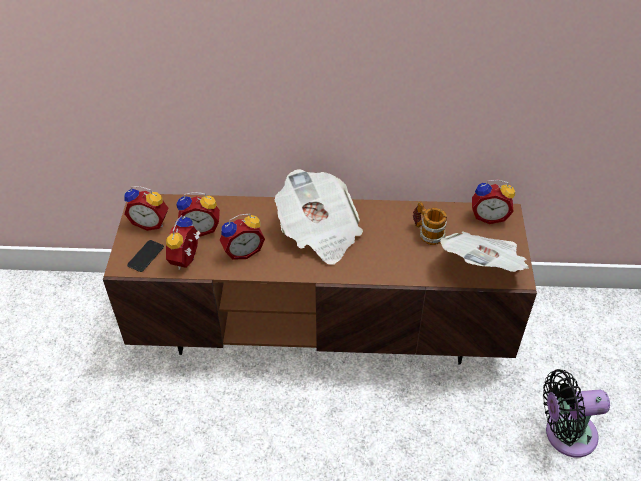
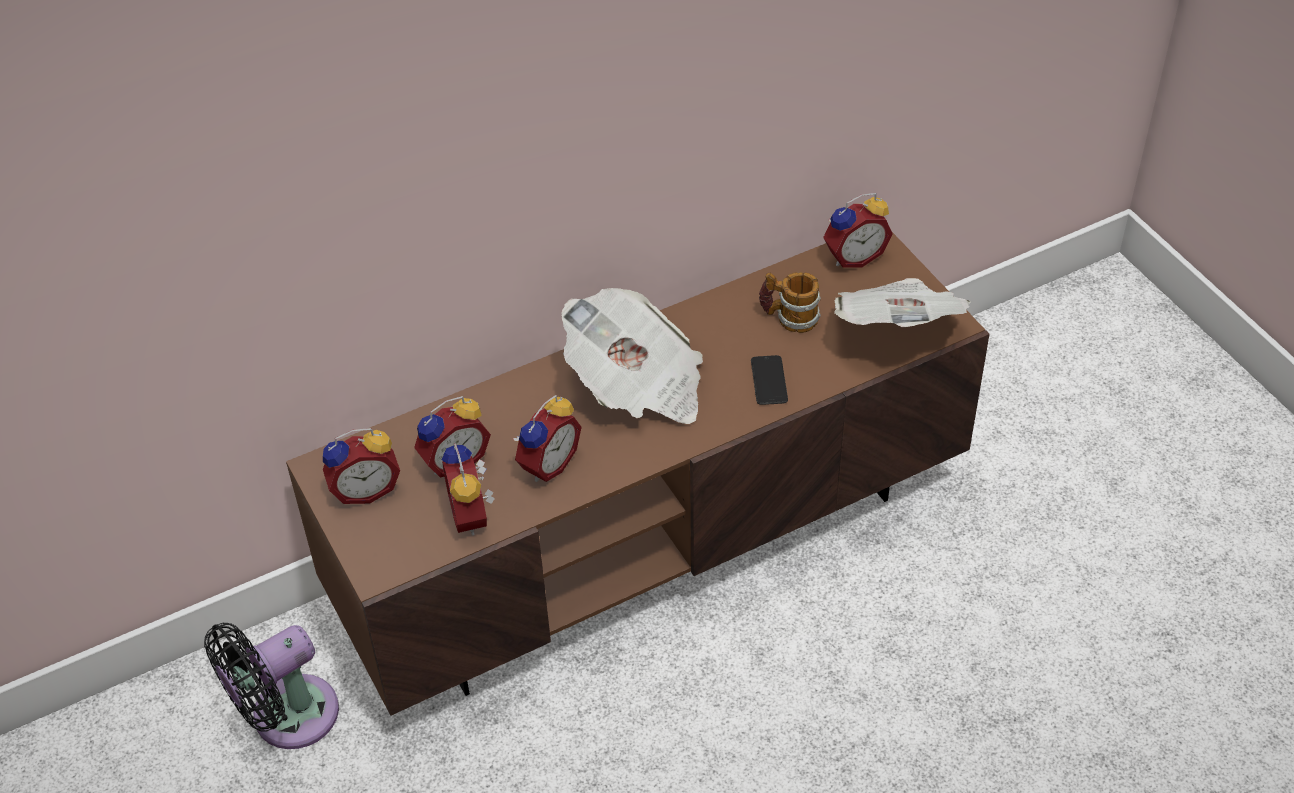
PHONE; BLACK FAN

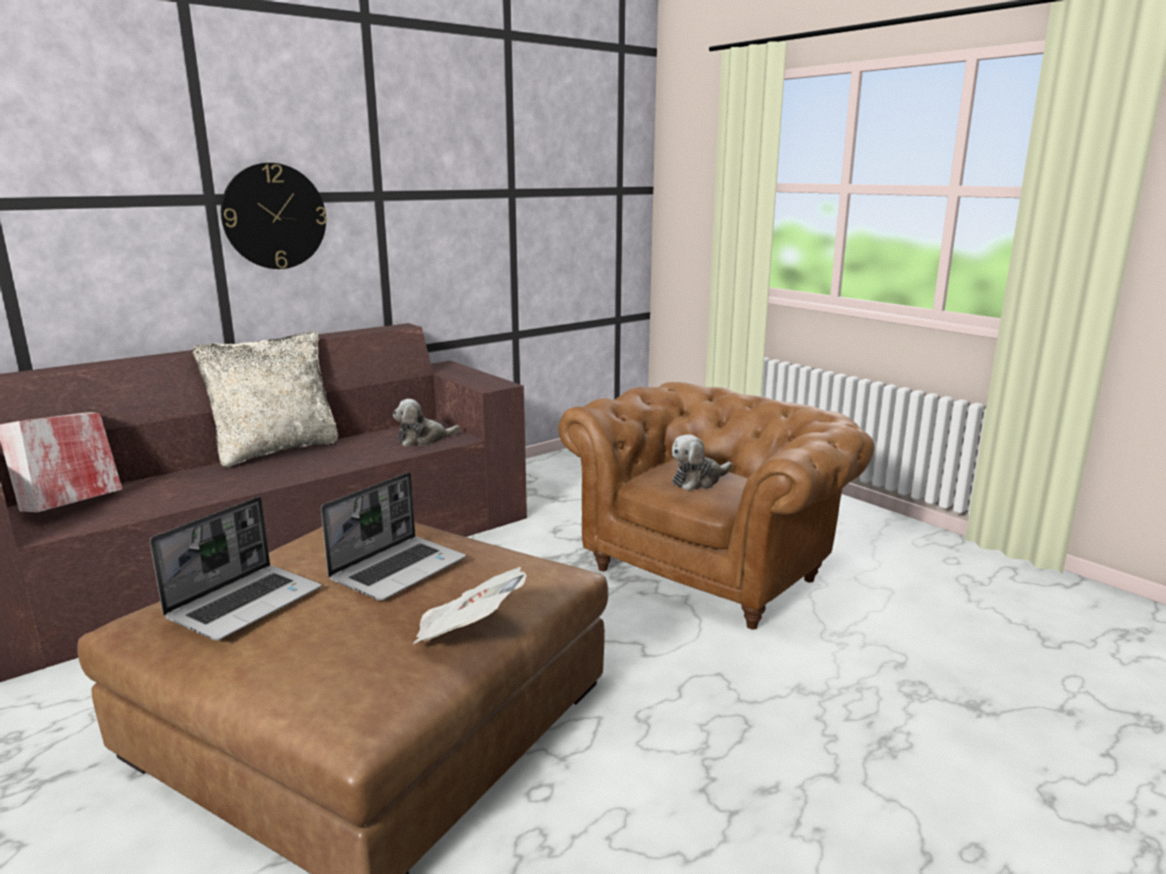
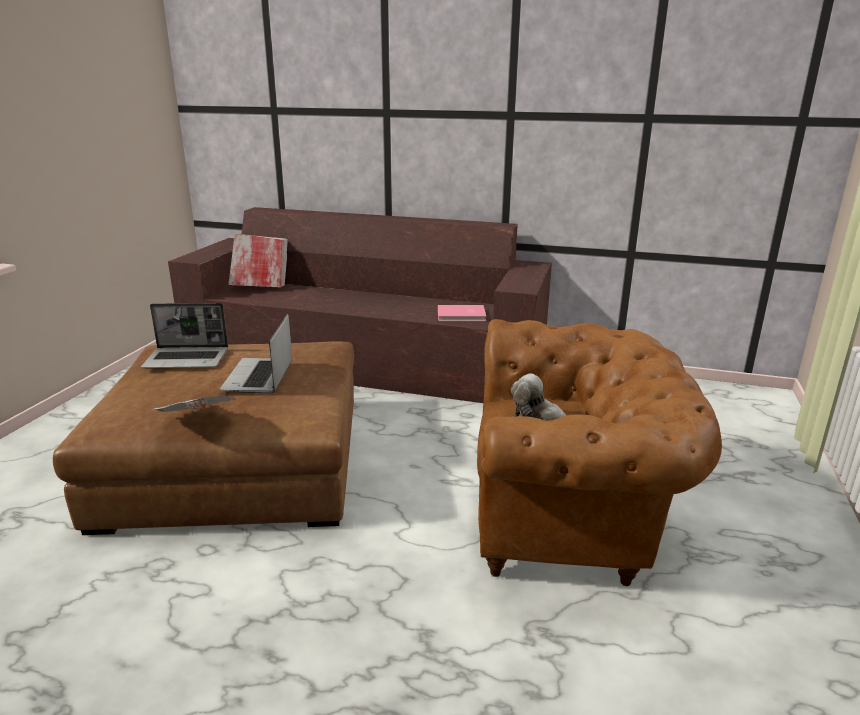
BEIGE PILLOW; WALL CLOCK; PINK BOOK; LAPTOP (2nd from left)

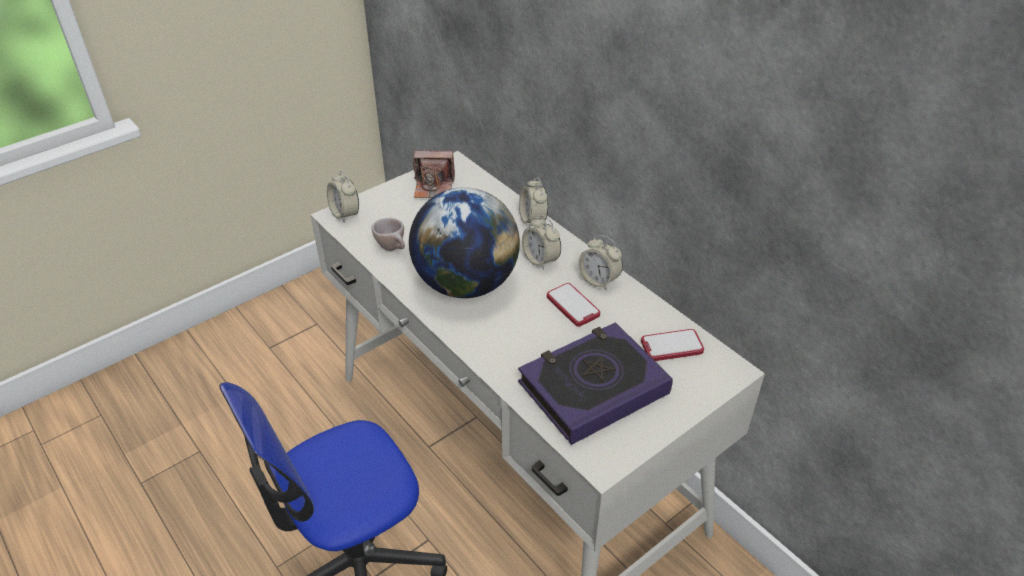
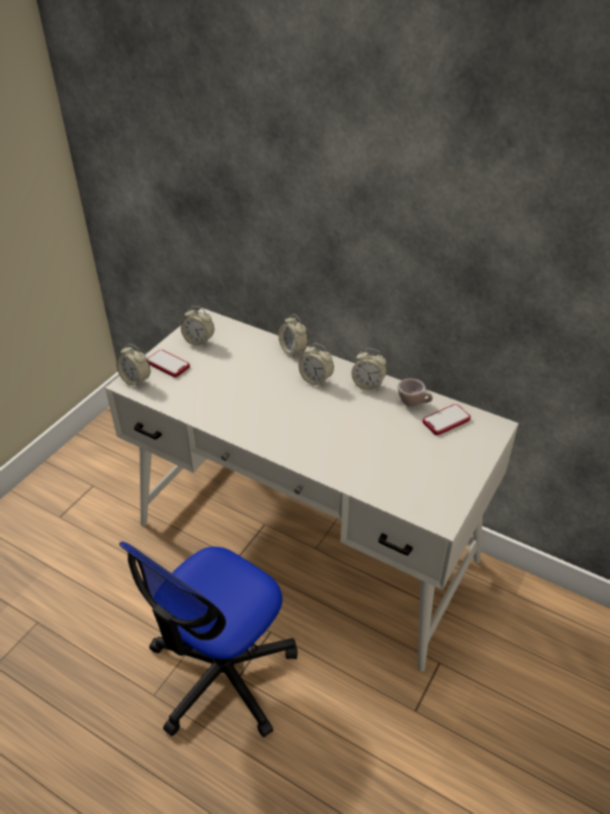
GLOBE; BOOK; BEIGE CUP; PHONE (1st from left); ALARM CLOCK (2nd from left)

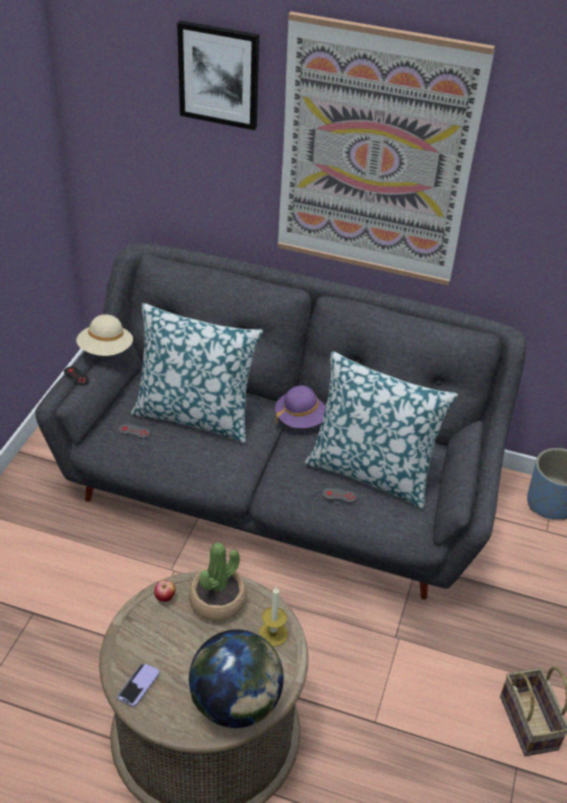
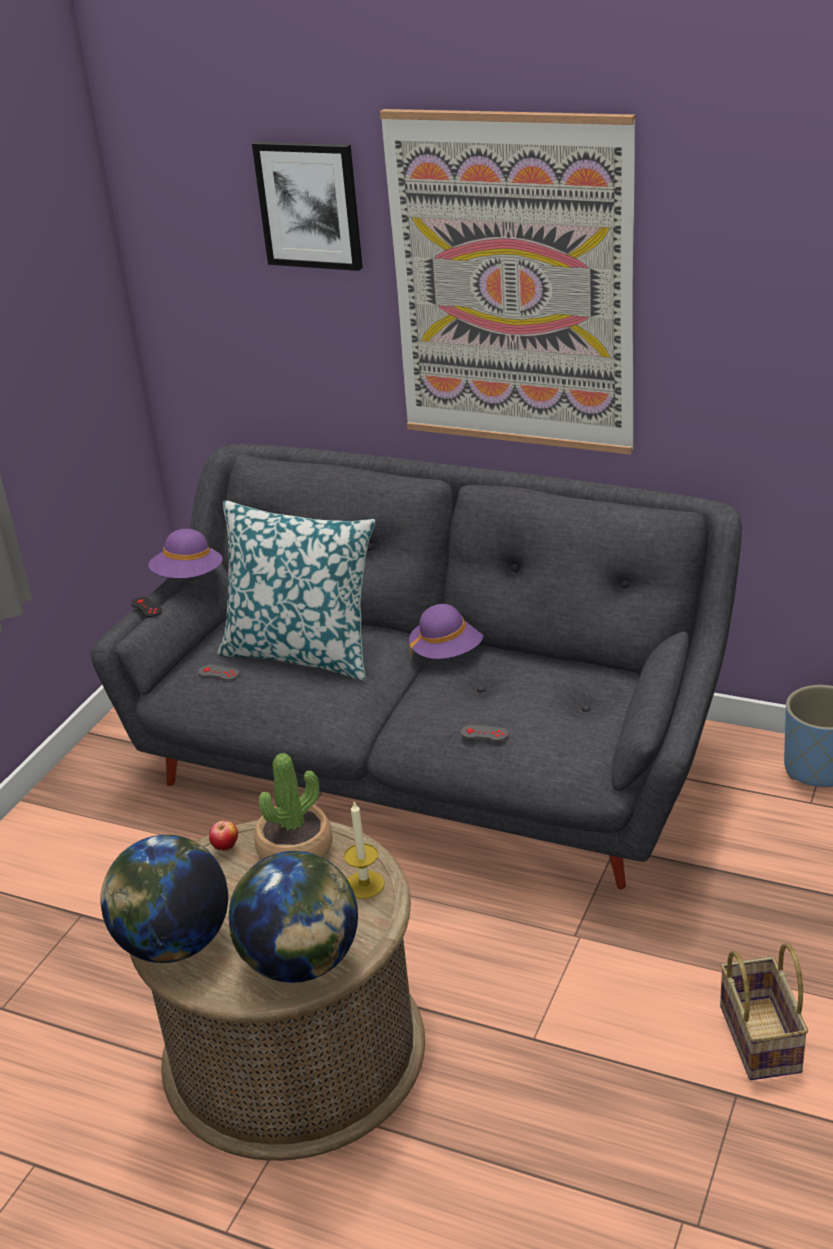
PILLOW (2nd from left in the first image); GLOBE (1st from left); PURPLE HAT (1st from left)

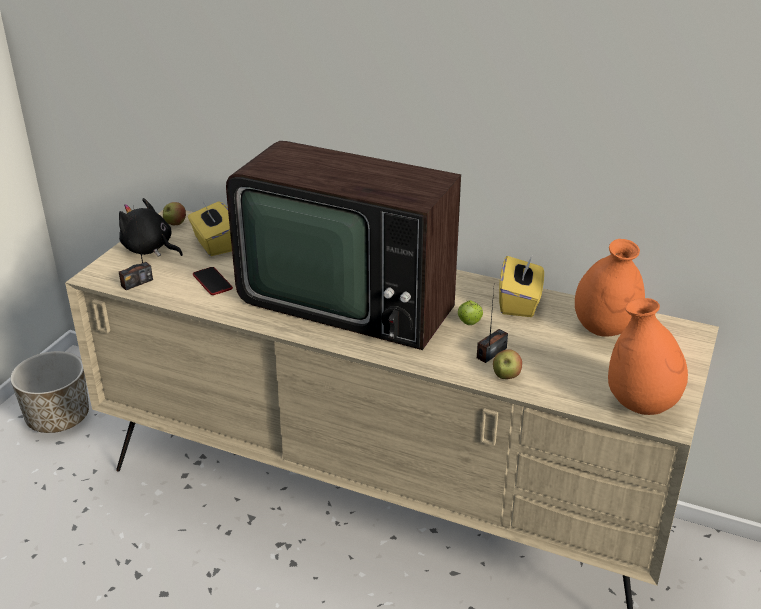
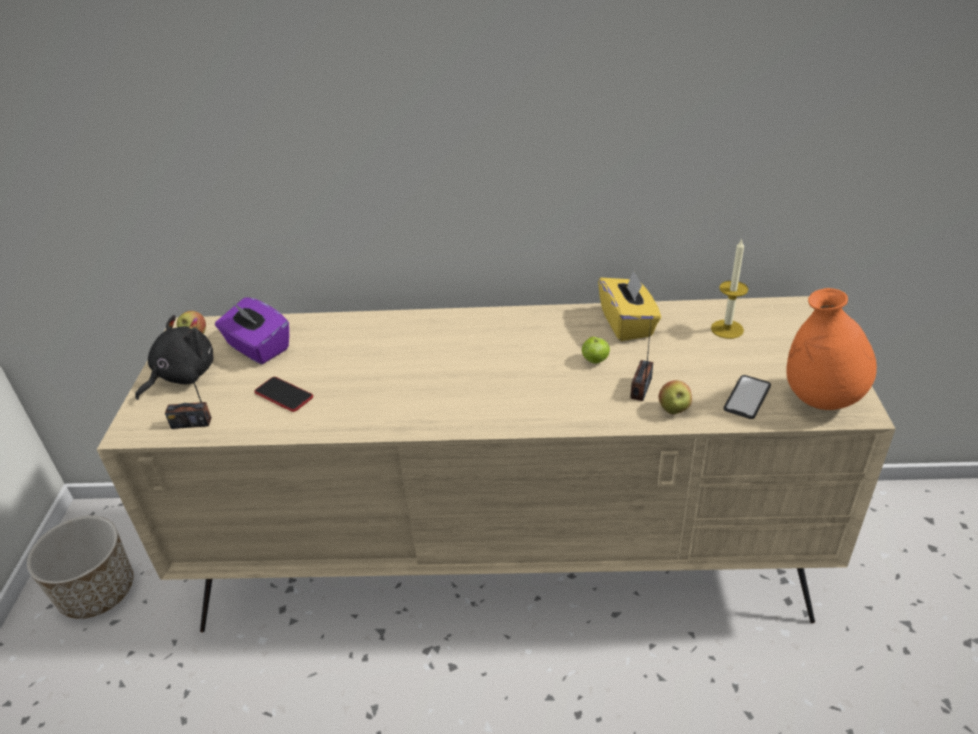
TELEVISION; PHONE (2nd from left); CANDLE; PURPLE TISSUE BOX; BLACK PLUSH TOY; RADIO (1st from left)

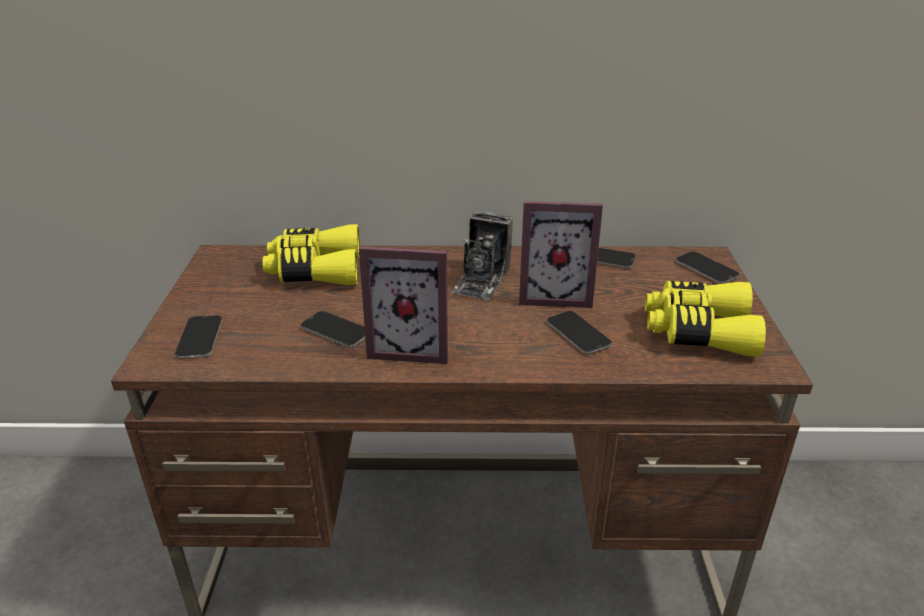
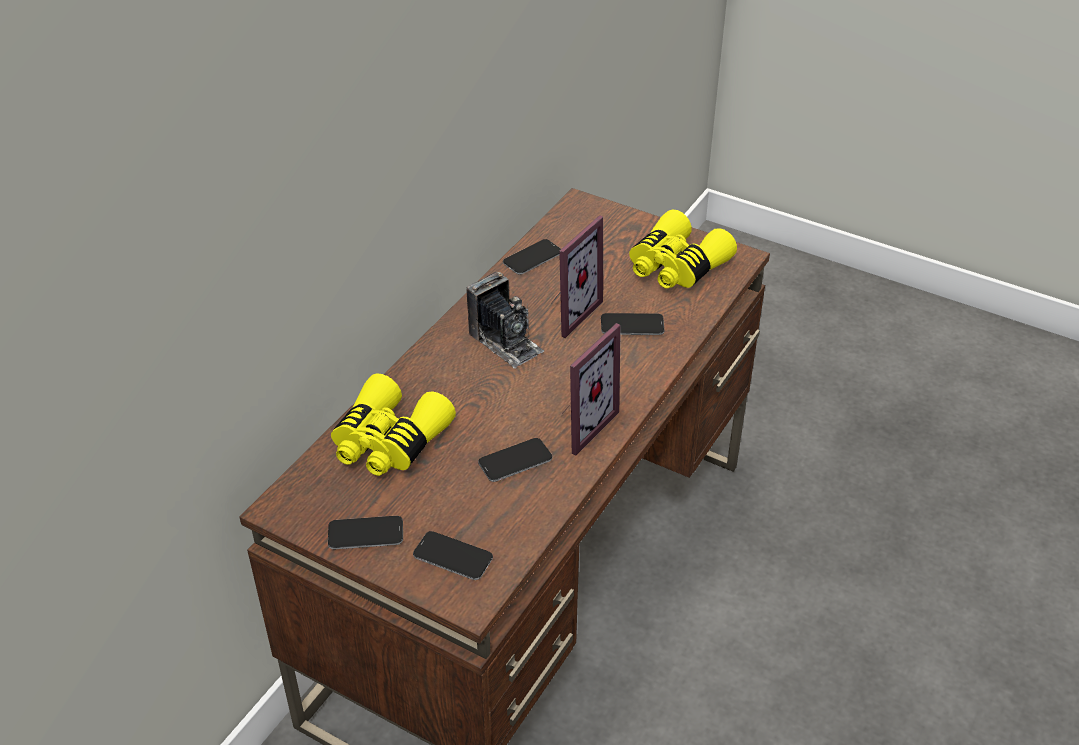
PHONE (1st from left)

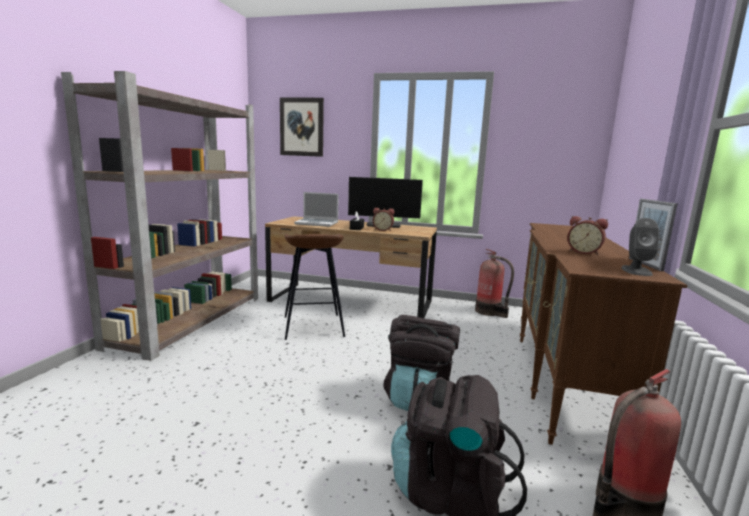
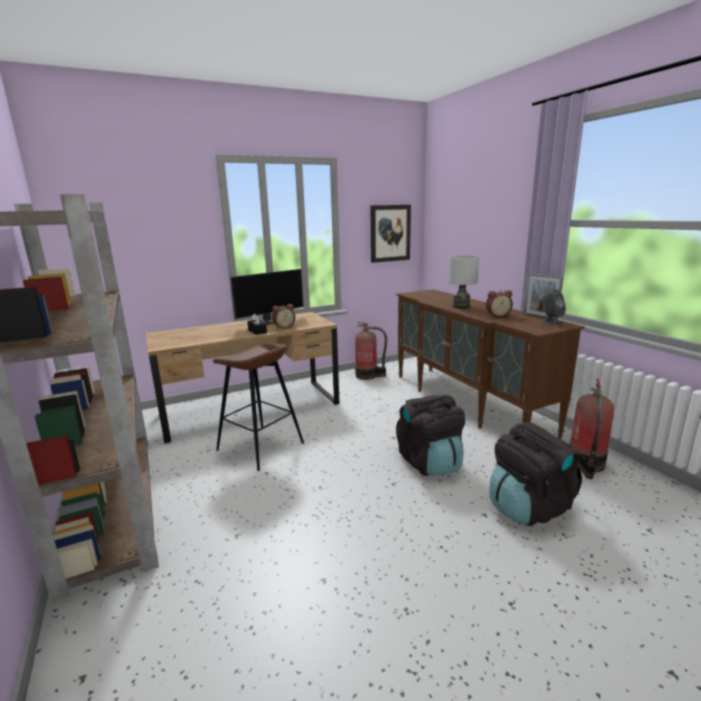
LAPTOP; GREY TABLE LAMP; PICTURE

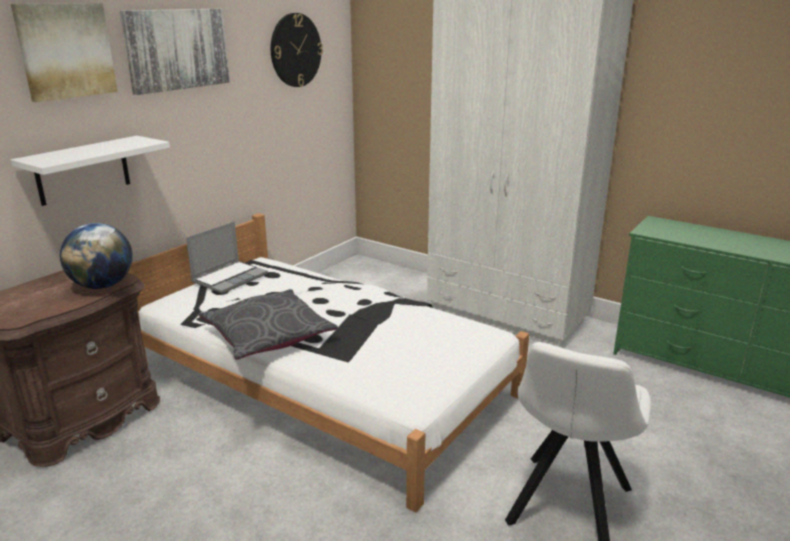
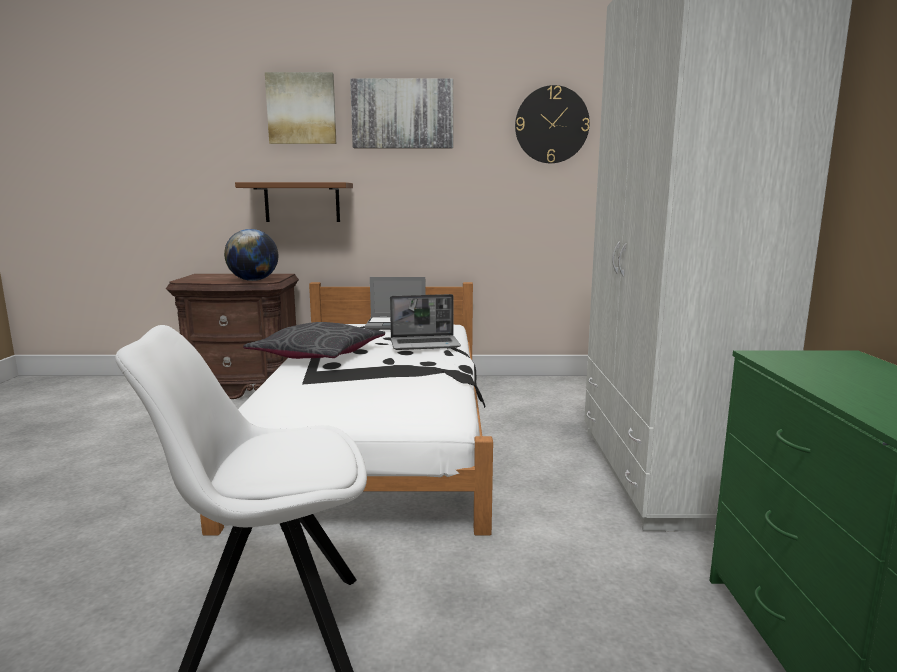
LAPTOP (2nd from left); BROWN SHELF

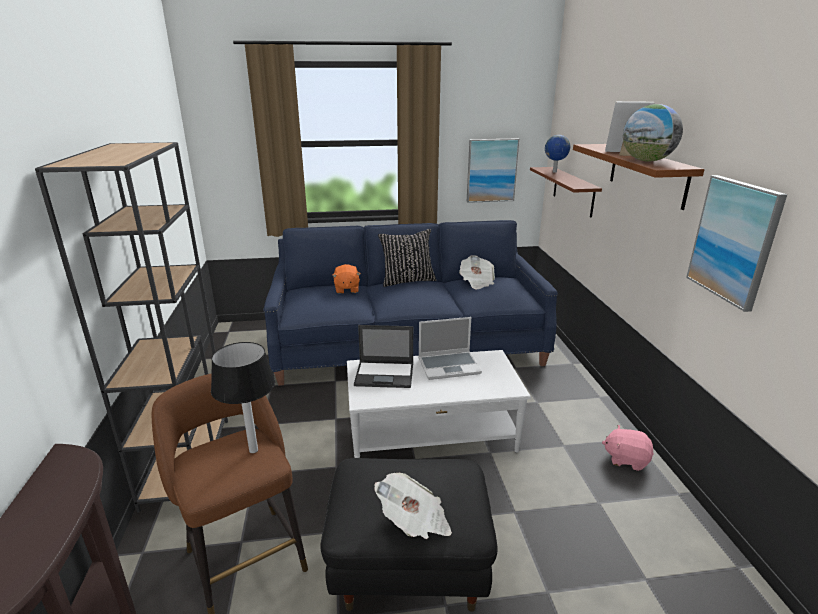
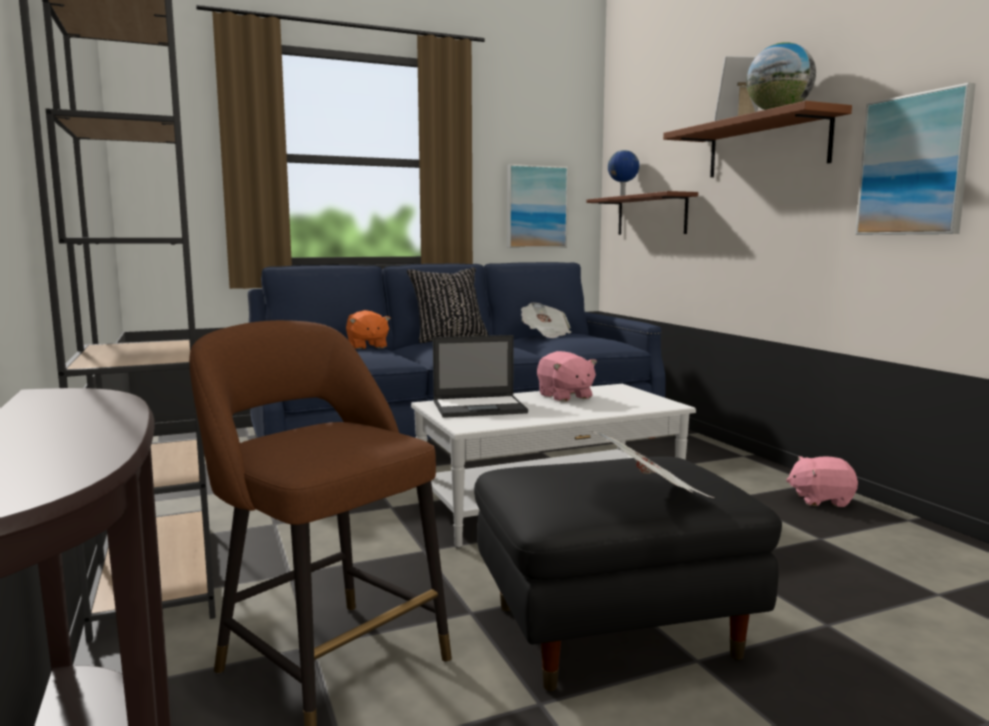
TABLE LAMP; PINK PLUSH TOY (1st from left)

